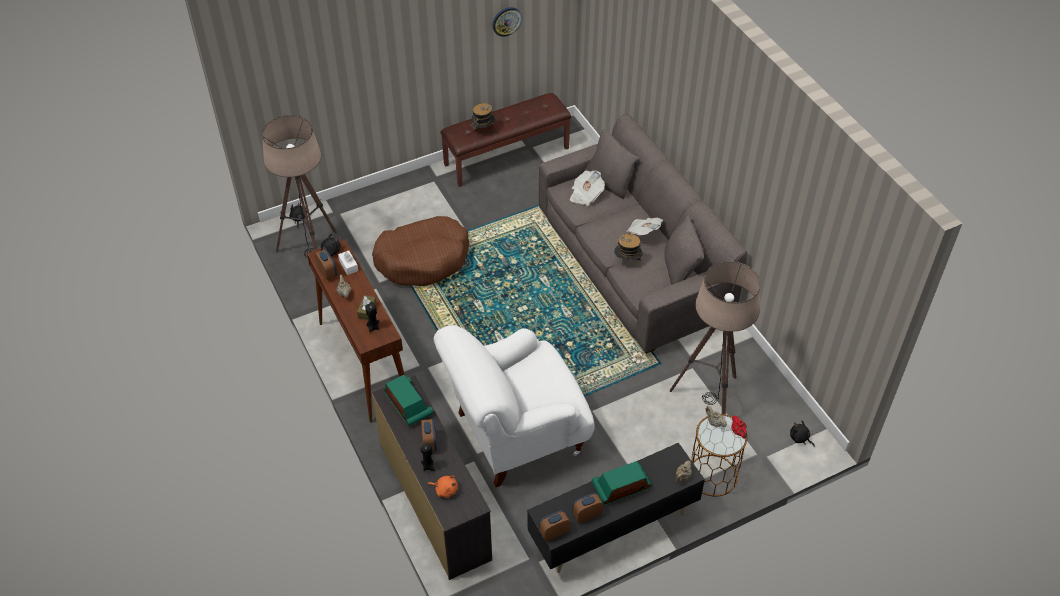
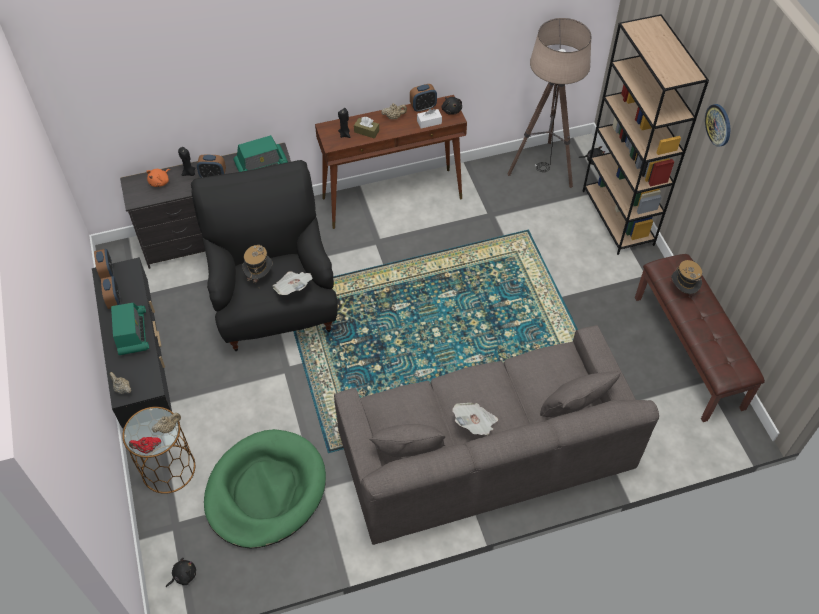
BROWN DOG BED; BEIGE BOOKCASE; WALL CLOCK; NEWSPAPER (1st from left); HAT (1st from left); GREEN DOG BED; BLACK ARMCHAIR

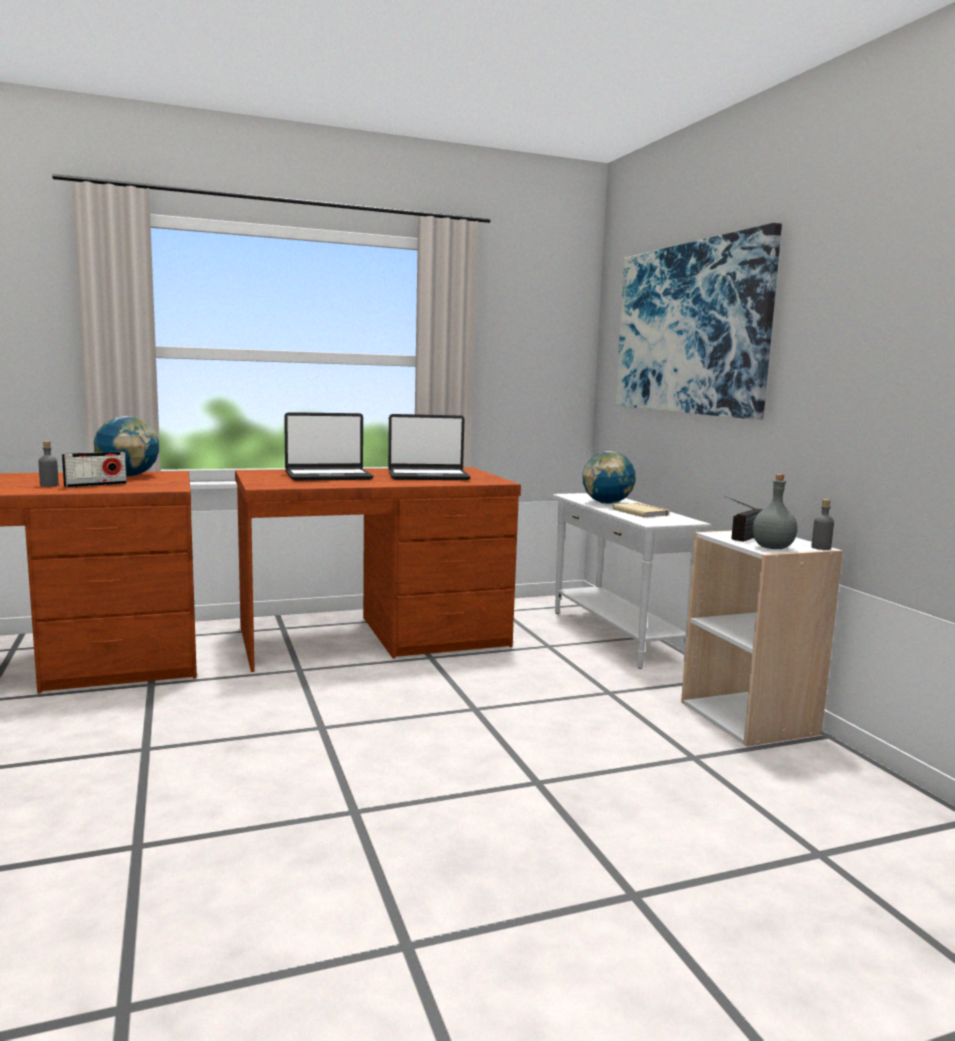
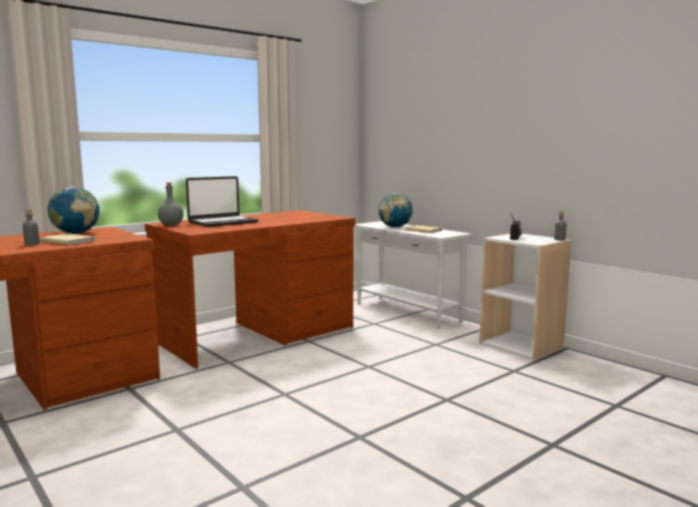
LAPTOP (2nd from left in the first image); PICTURE; GREY BOTTLE (2nd from left); BEIGE BOOK (1st from left)

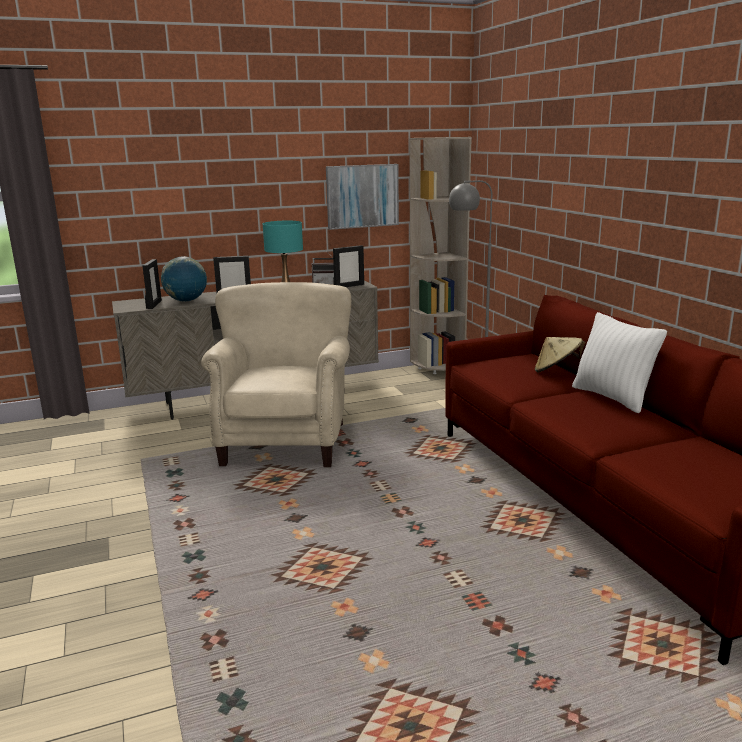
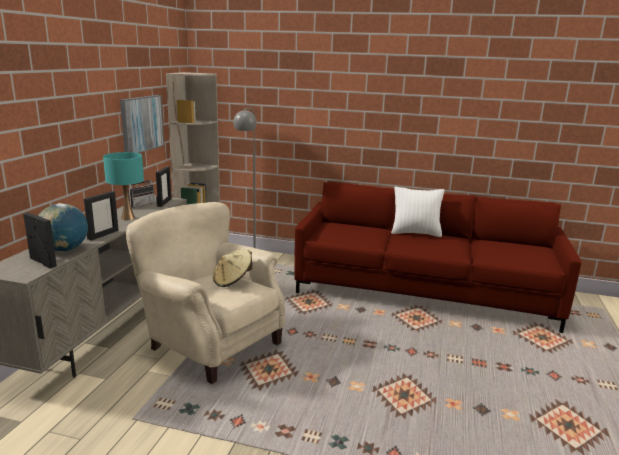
BEIGE HAT

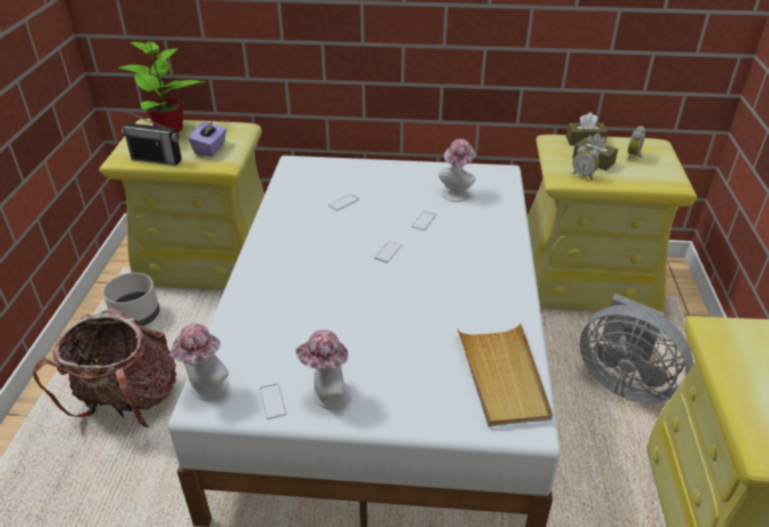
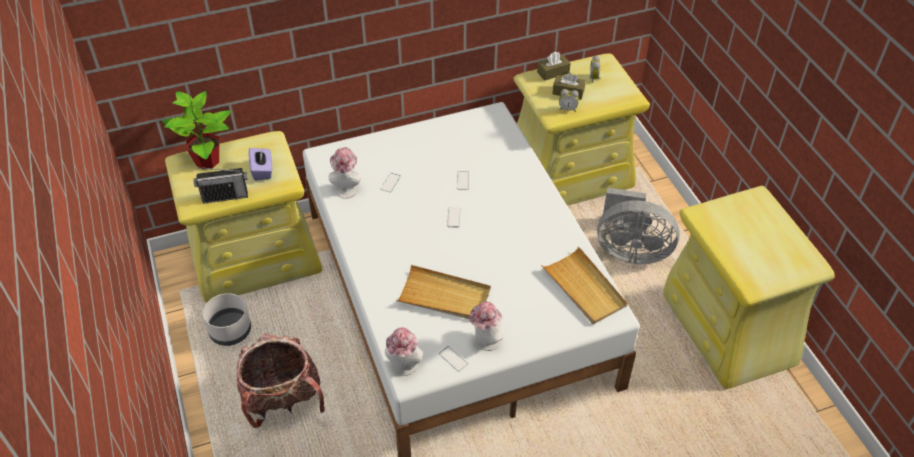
BEIGE TRAY (1st from left); HAT (1st from left)

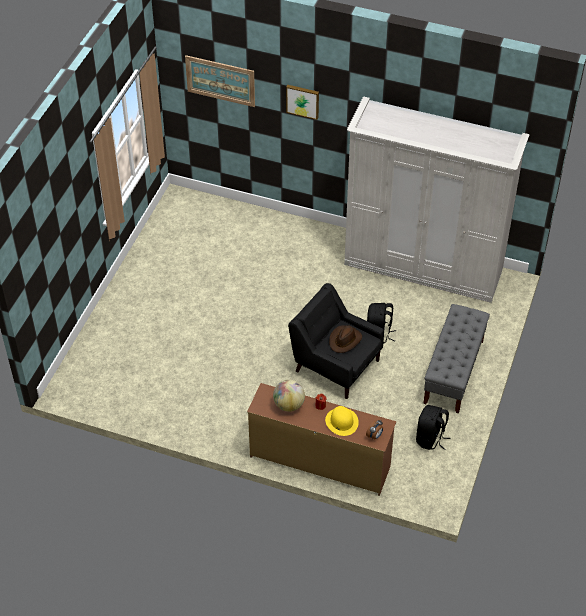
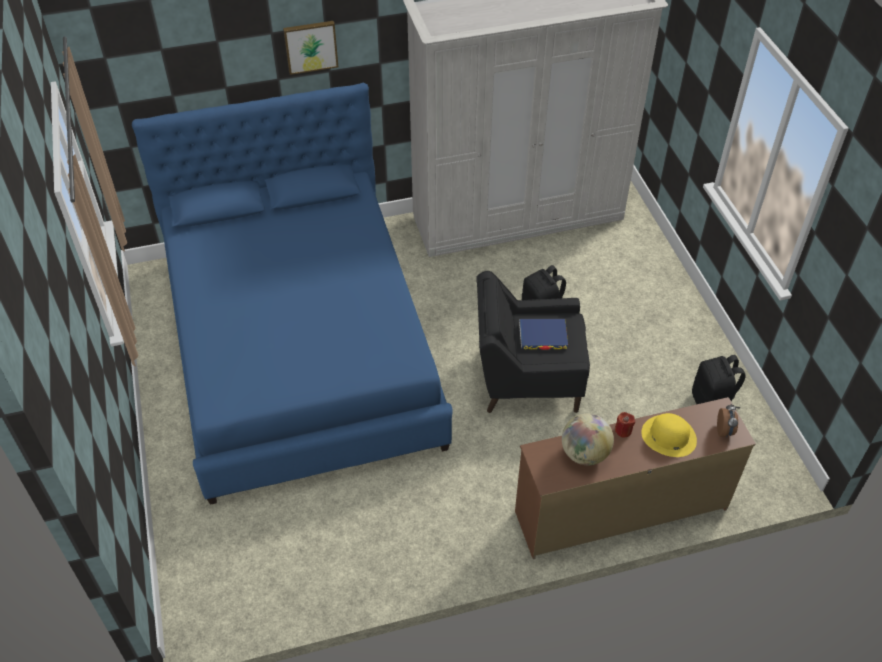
PICTURE (1st from left in the first image); GREY BENCH; BLUE BED; BLUE BOOK

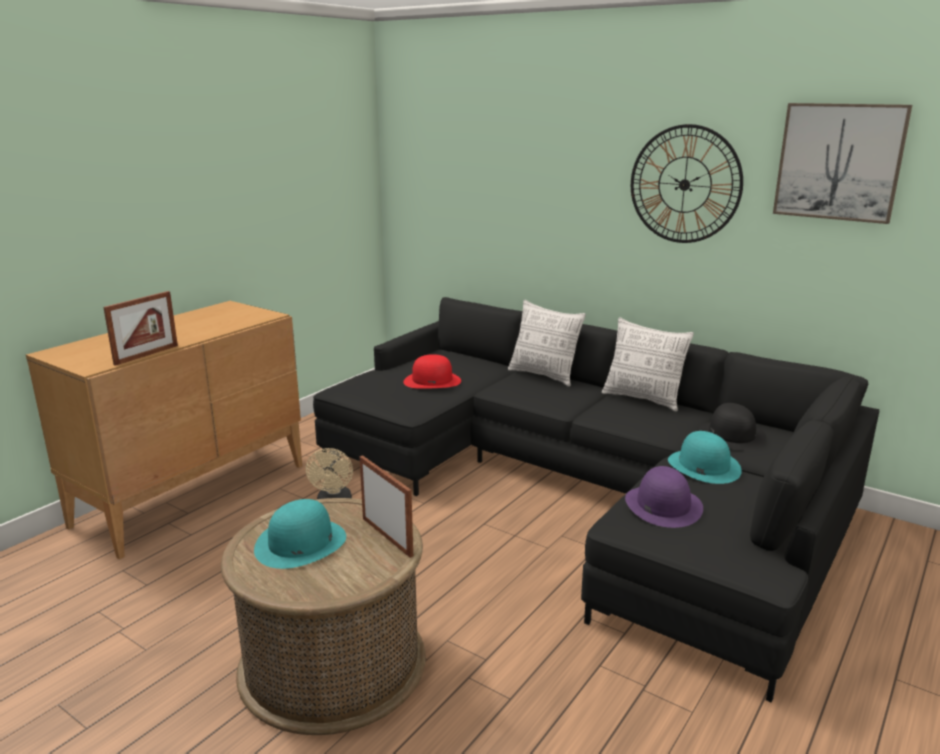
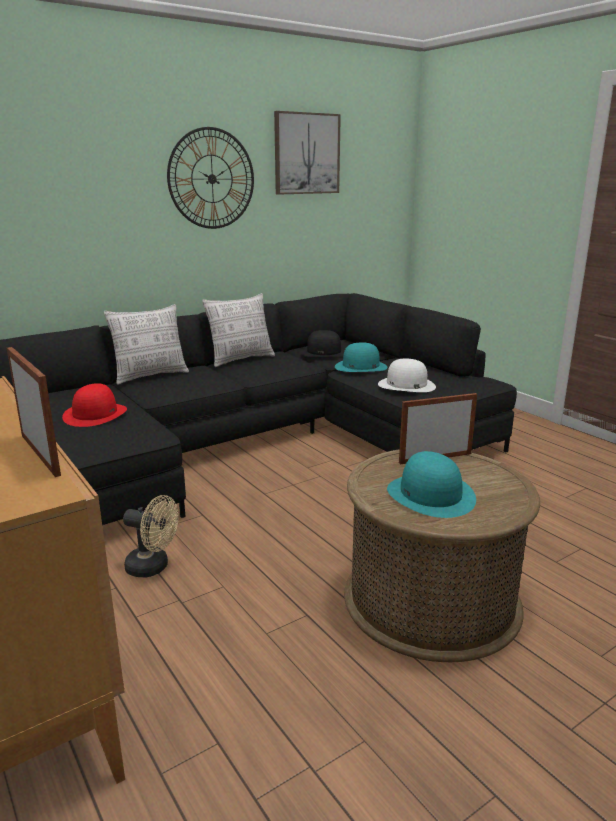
WHITE HAT

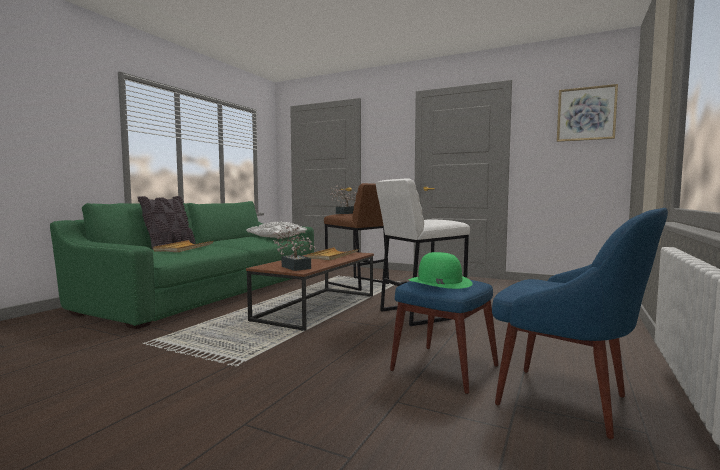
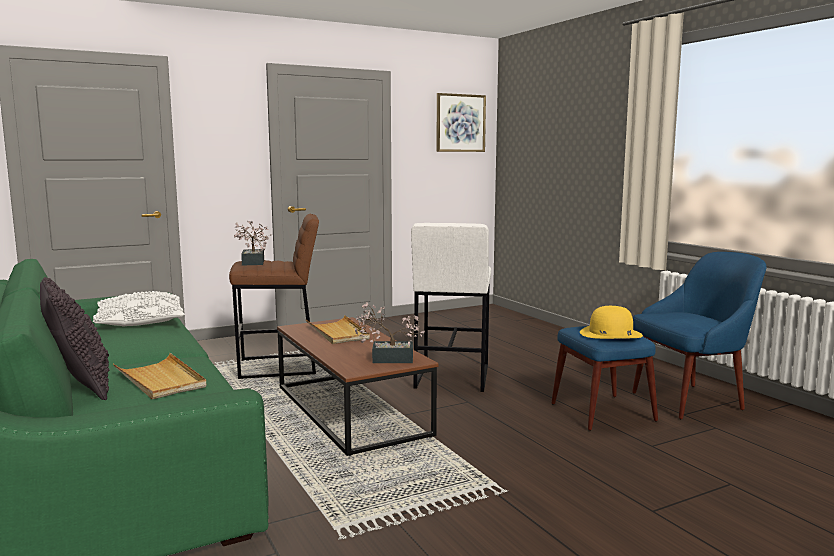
YELLOW HAT

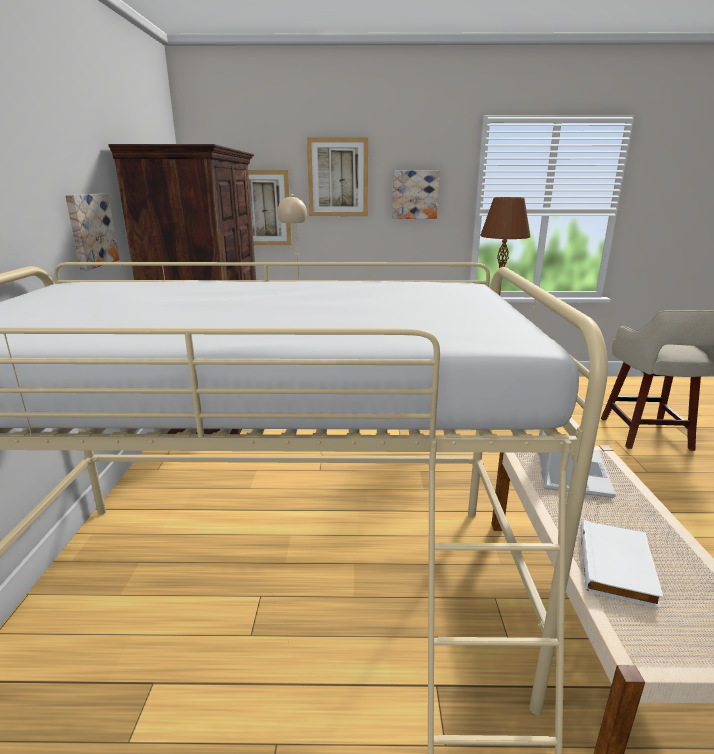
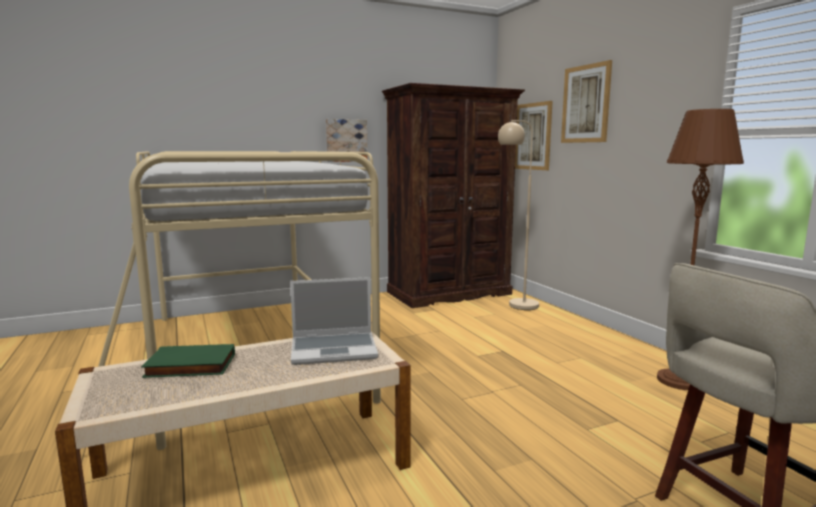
PICTURE (4th from left in the first image); GREEN BOOK

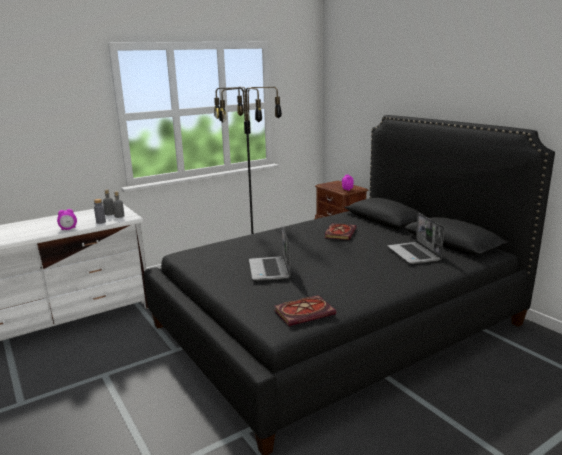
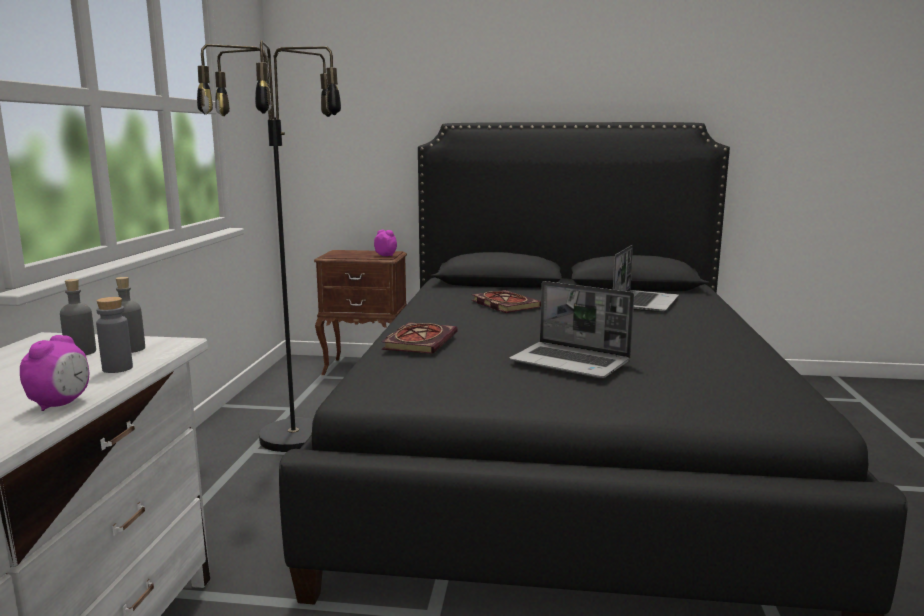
BOOK (1st from left); LAPTOP (2nd from left)

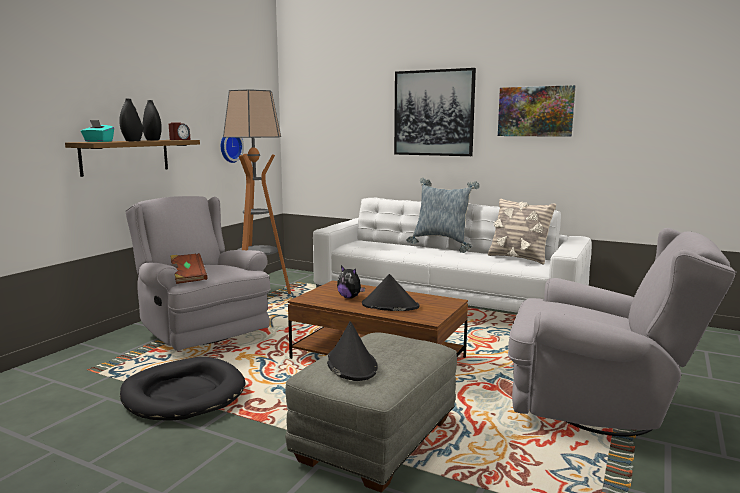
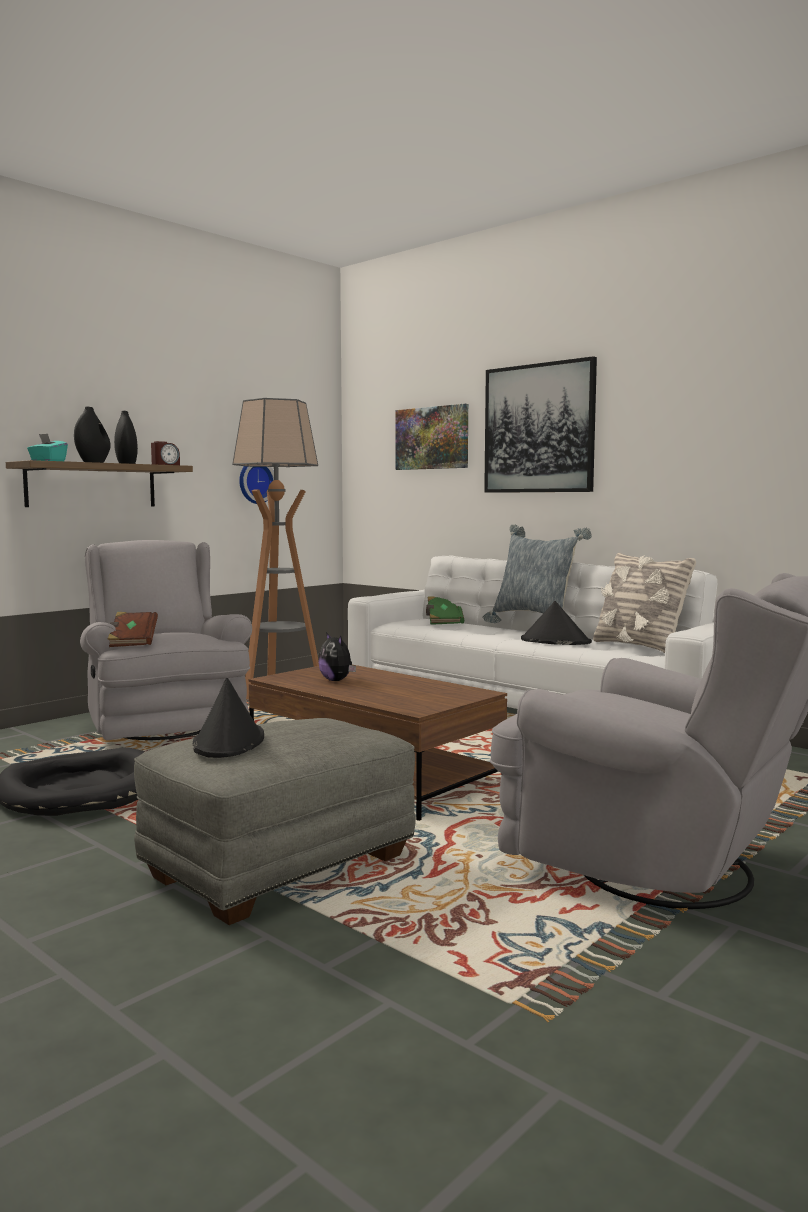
GREEN BOOK; BLACK HAT (2nd from left); PICTURE (1st from left)

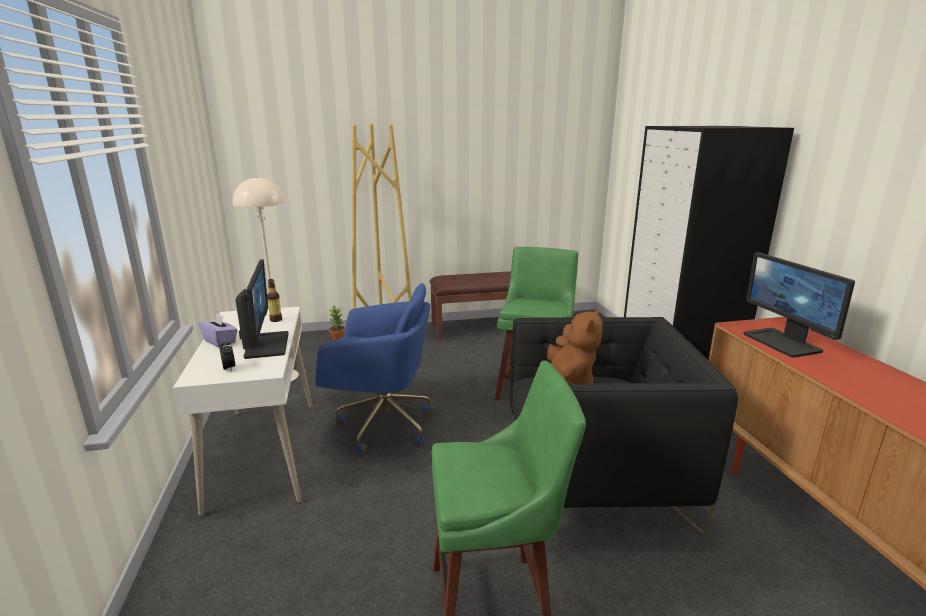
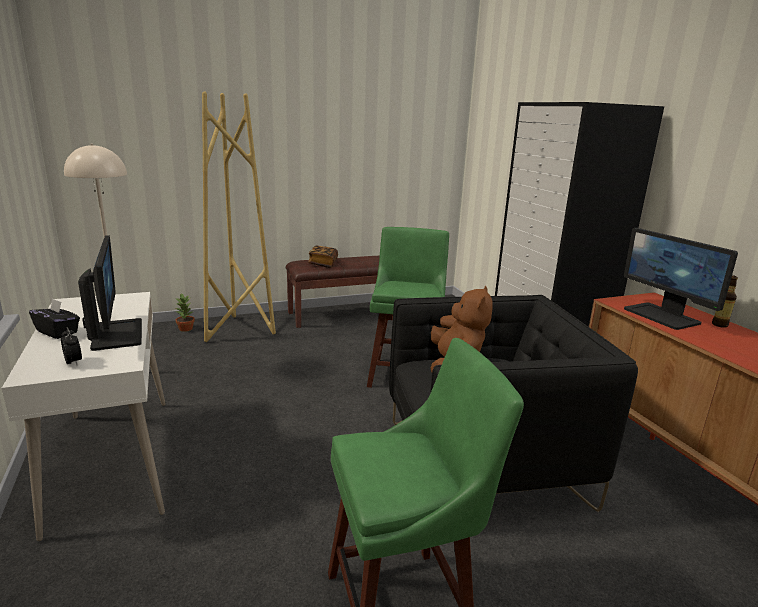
BLUE OFFICE CHAIR; BOOK; BOTTLE; BLACK TISSUE BOX

